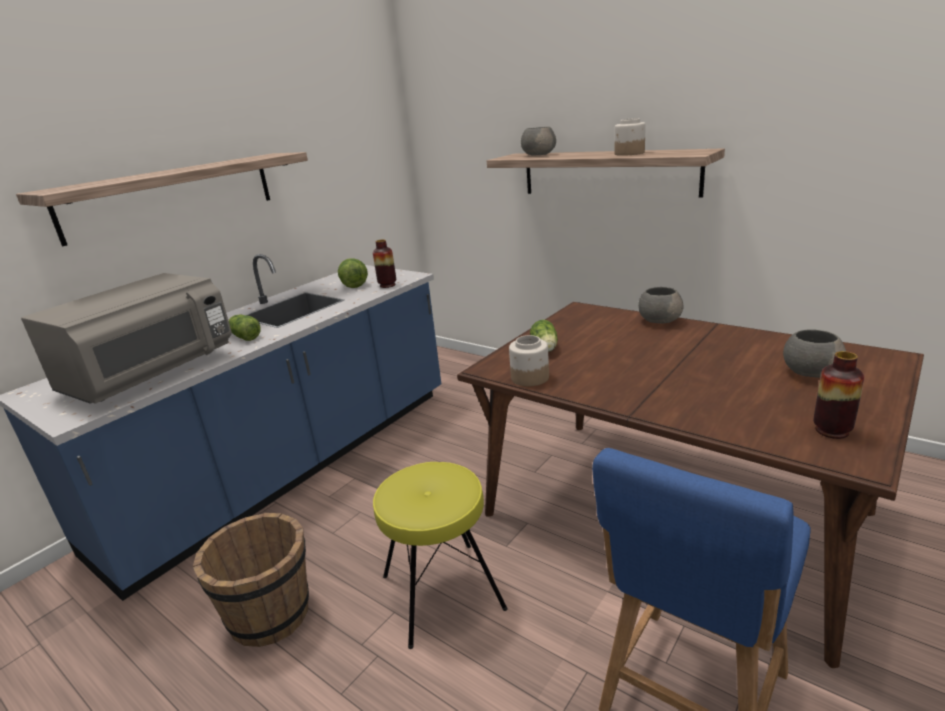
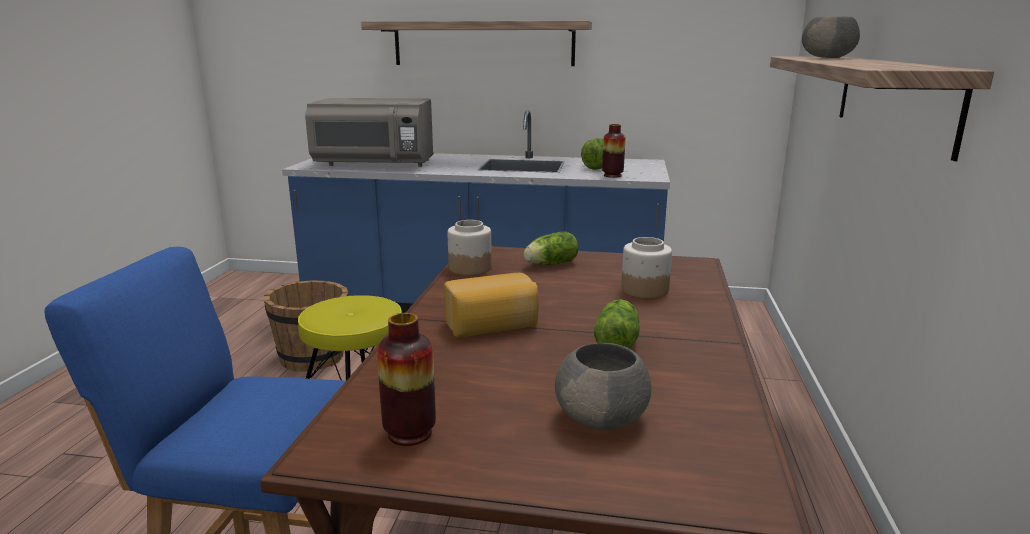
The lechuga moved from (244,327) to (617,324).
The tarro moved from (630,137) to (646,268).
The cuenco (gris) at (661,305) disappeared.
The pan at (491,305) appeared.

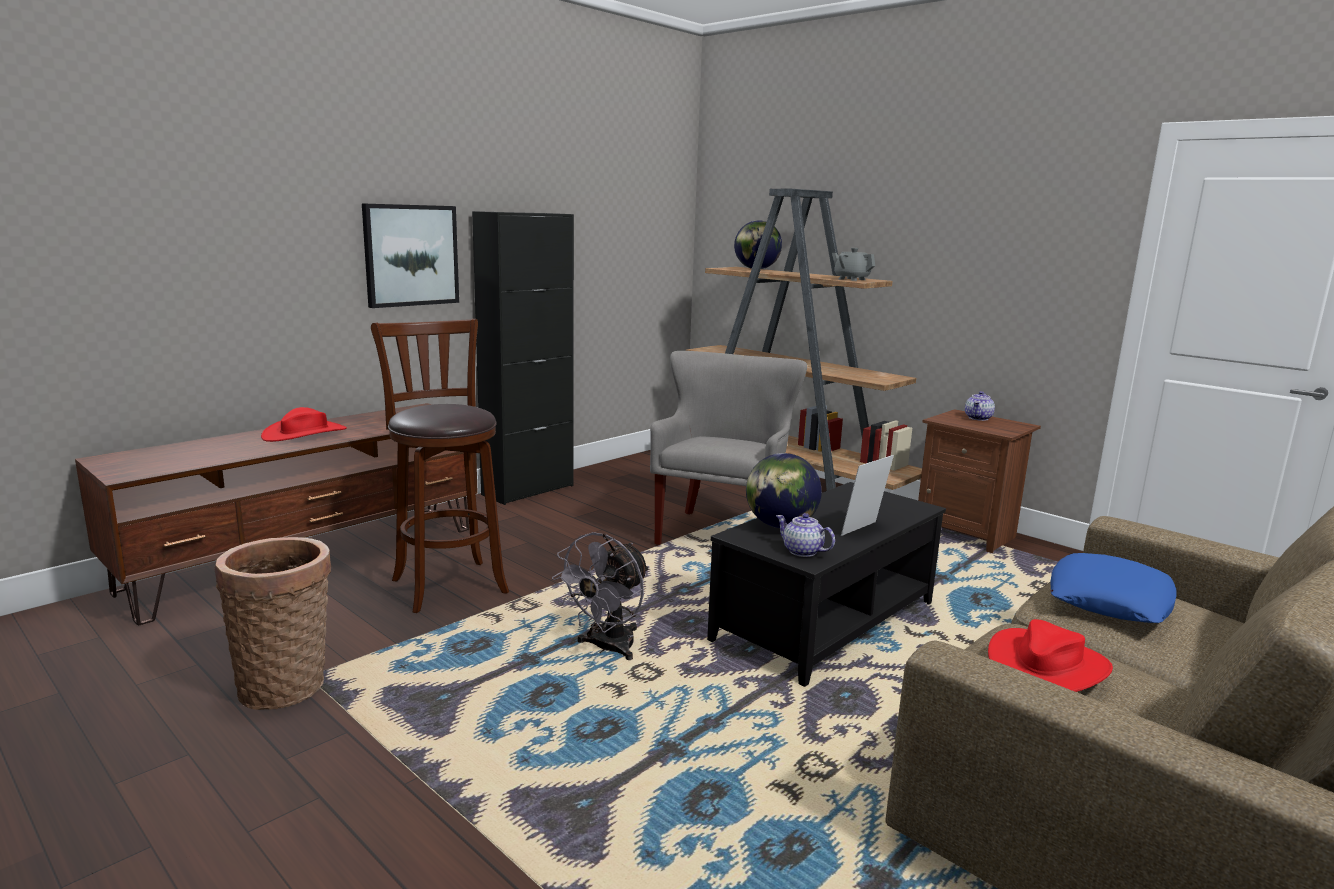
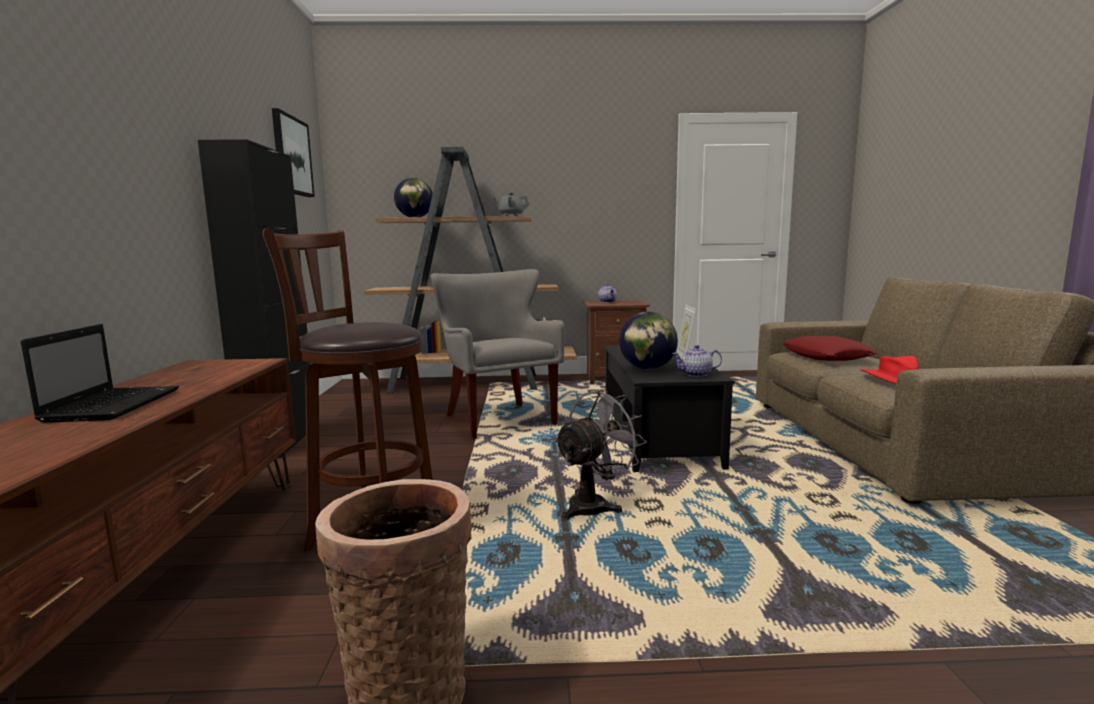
The sombrero (rojo) at (304,424) was replaced by the portátil at (100,373).
The cuadro moved from (410,255) to (293,152).
The ventilador (gris) at (600,596) turned 120 degrees counterclockwise.
The cojín (azul) at (1113,588) became the cojín (rojo) at (829,348).

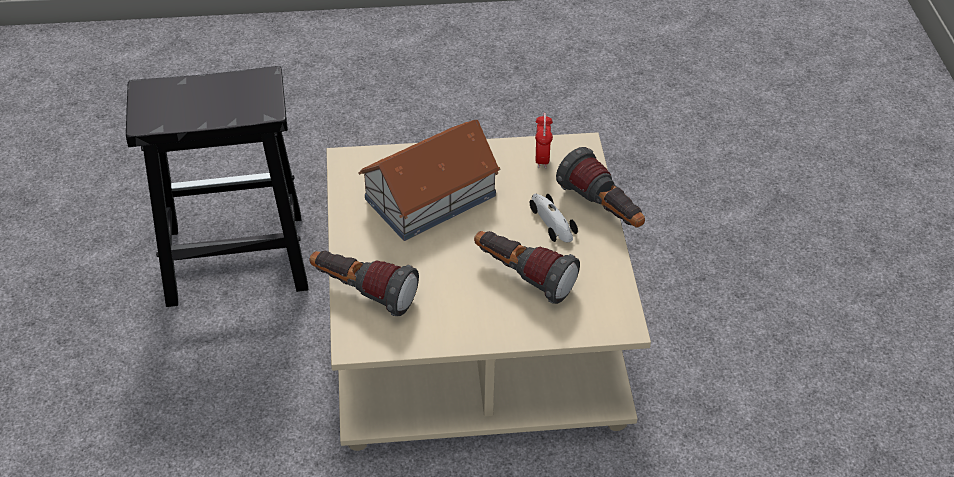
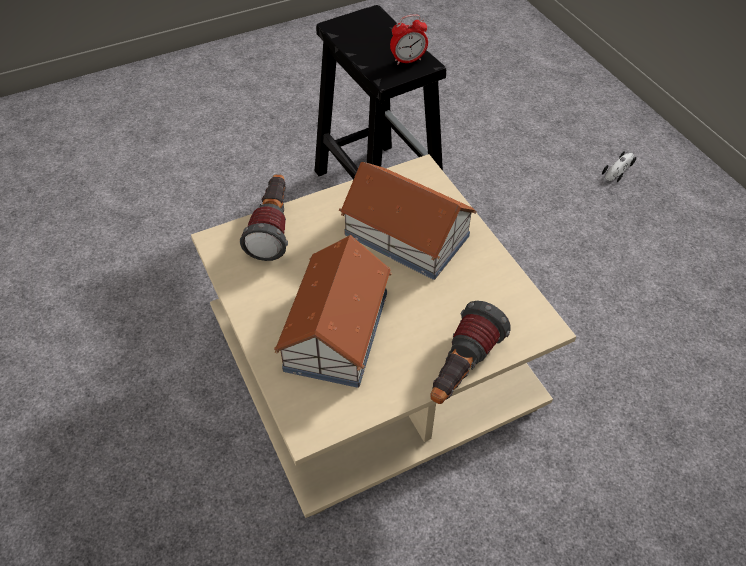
The linterna at (527,267) was replaced by the casita at (333,311).
The coche de juguete moved from (554,218) to (619,166).
The despertador moved from (544,141) to (409,39).

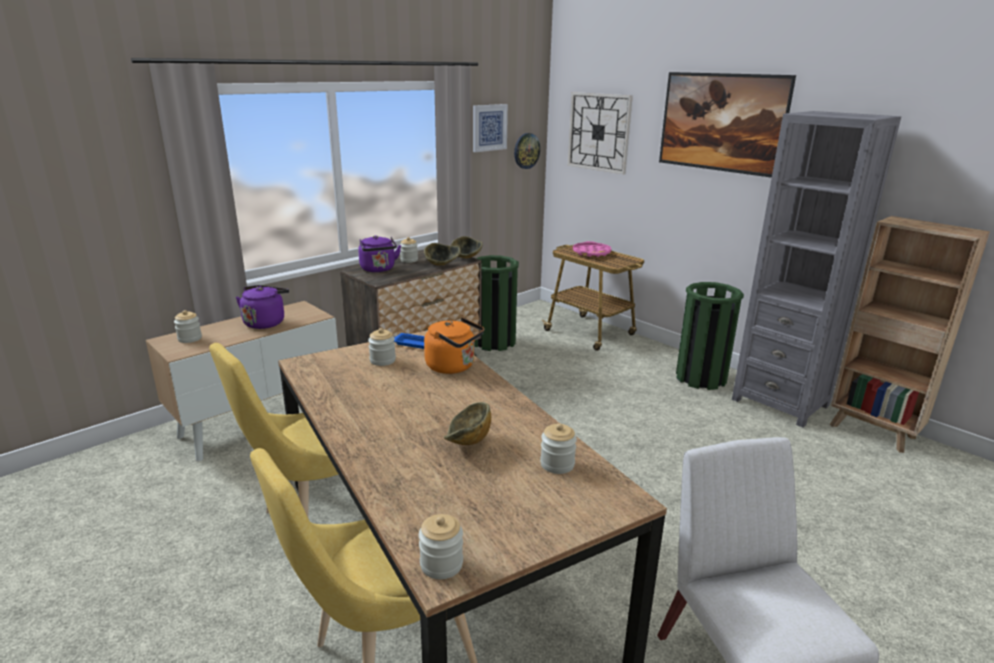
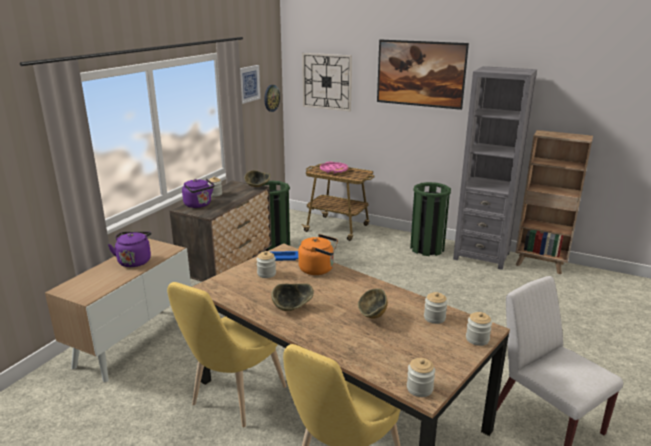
The tarro moved from (188,326) to (479,329).
The cuenco moved from (442,254) to (292,297).

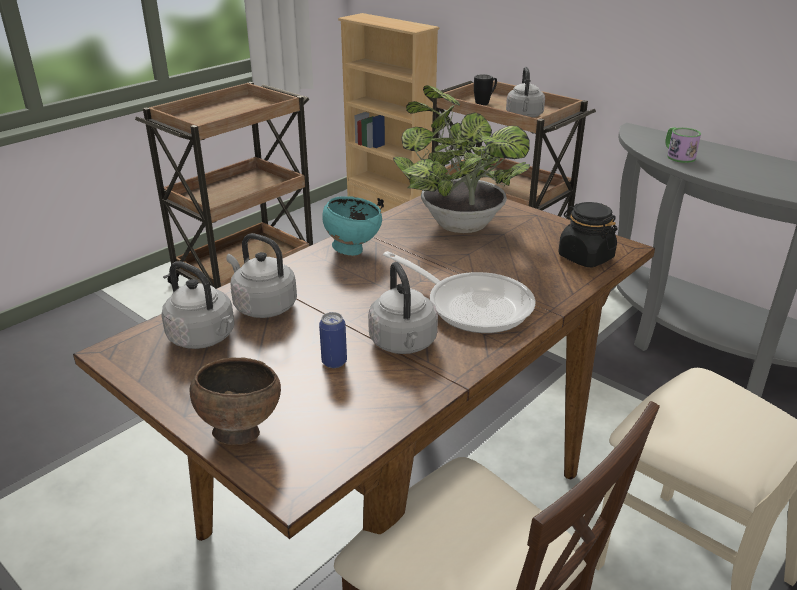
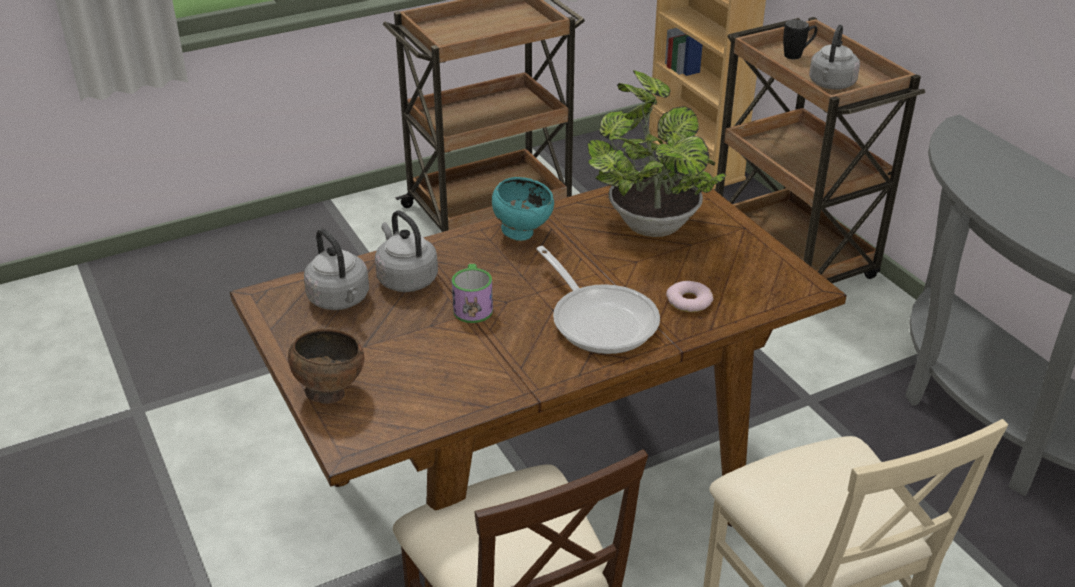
The lata at (333,340) disappeared.
The hervidor (gris) at (403,308) disappeared.
The tarro (negro) at (588,234) disappeared.
The taza grande moved from (683,145) to (472,293).
The rosquilla at (689,296) appeared.

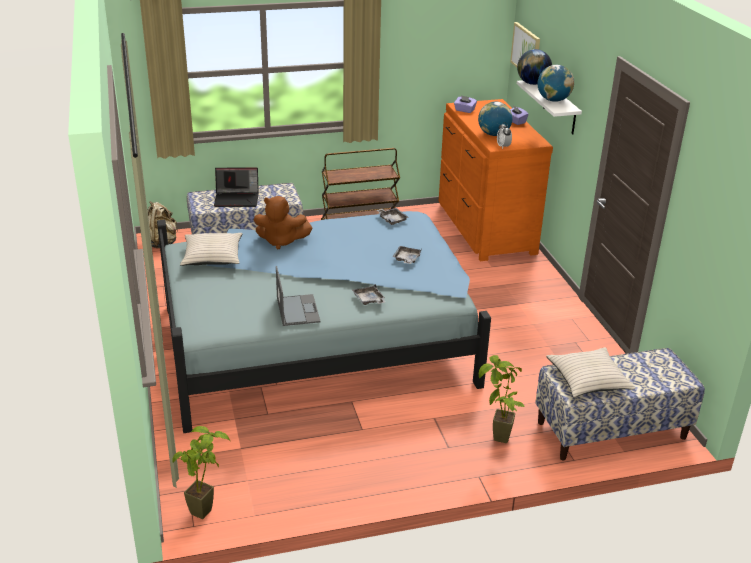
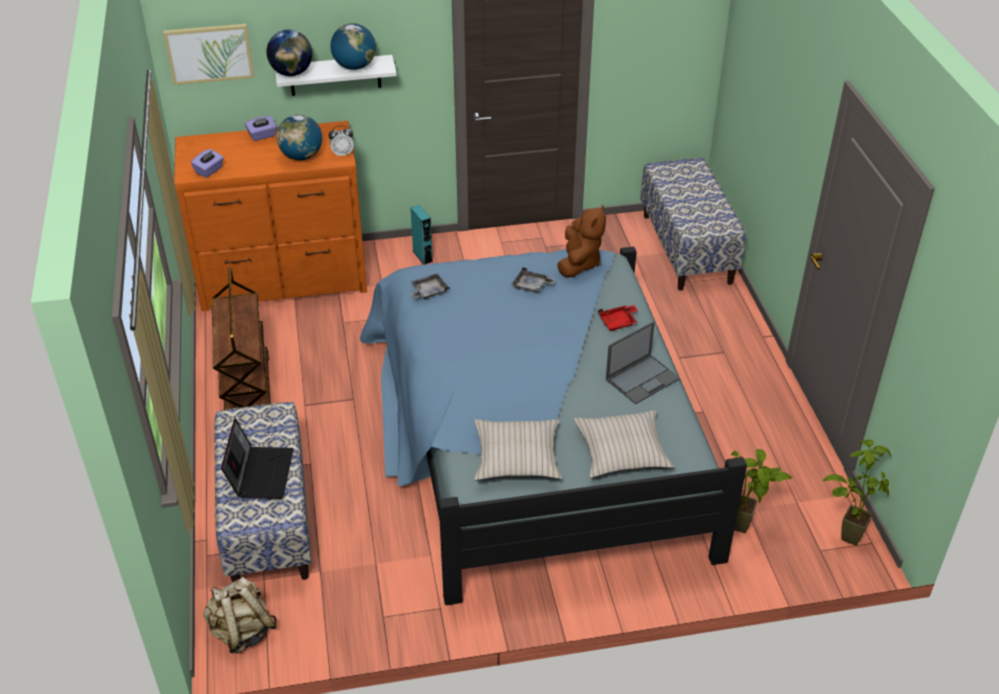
The peluche (marrón) moved from (283,222) to (581,241).
The portátil at (298,296) turned 150 degrees clockwise.
The bandeja (gris) at (368,294) became the bandeja (rojo) at (618,318).
The planta en maceta moved from (501,399) to (761,491).
The cojín (beis) moved from (590,372) to (624,444).
The altavoz (turquesa) at (422,235) appeared.

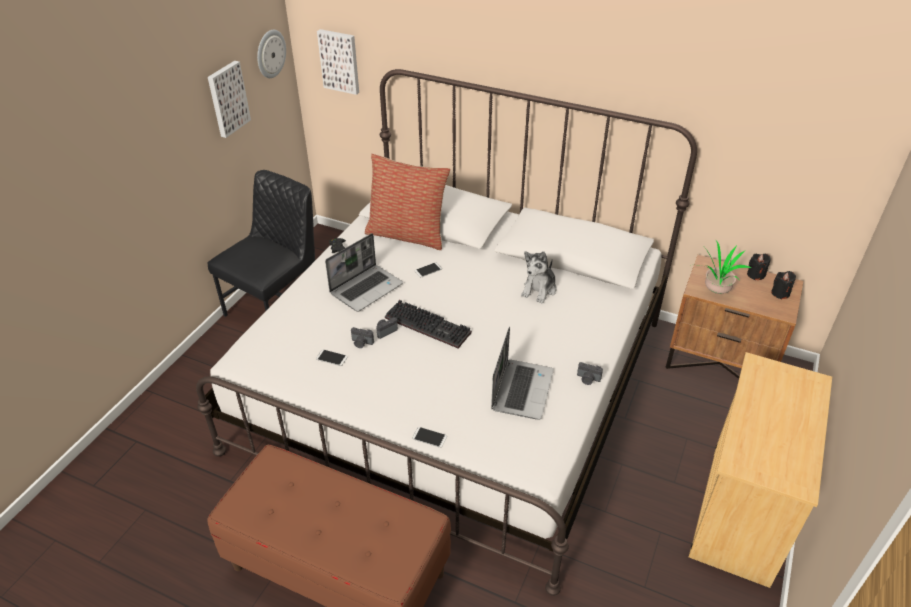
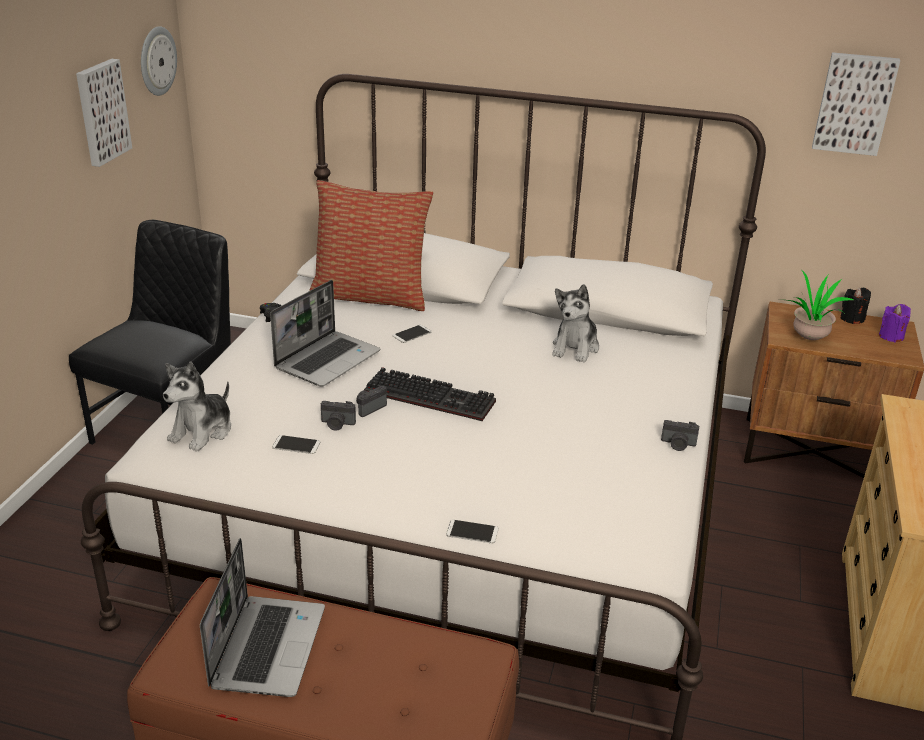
The cuadro moved from (338,62) to (856,104).
The portátil moved from (522,373) to (262,617).
The vela (negro) at (783,285) became the vela (morado) at (895,323).
The peluche at (197,406) appeared.

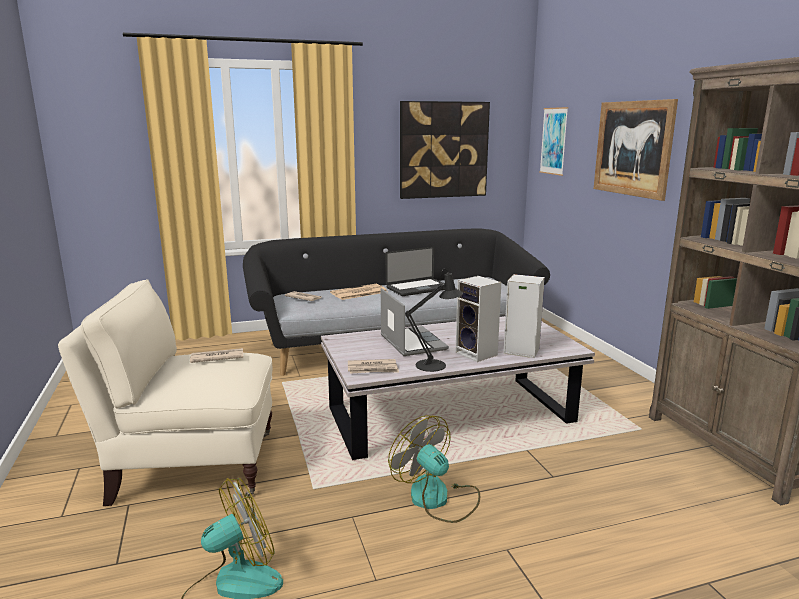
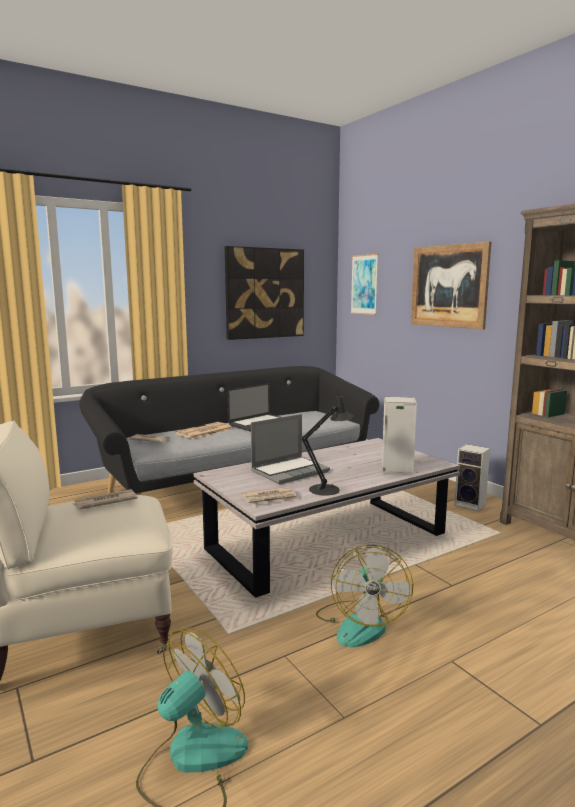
The portátil at (415,322) turned 90 degrees clockwise.
The ventilador at (434,469) turned 120 degrees counterclockwise.
The altavoz moved from (478,319) to (472,477).

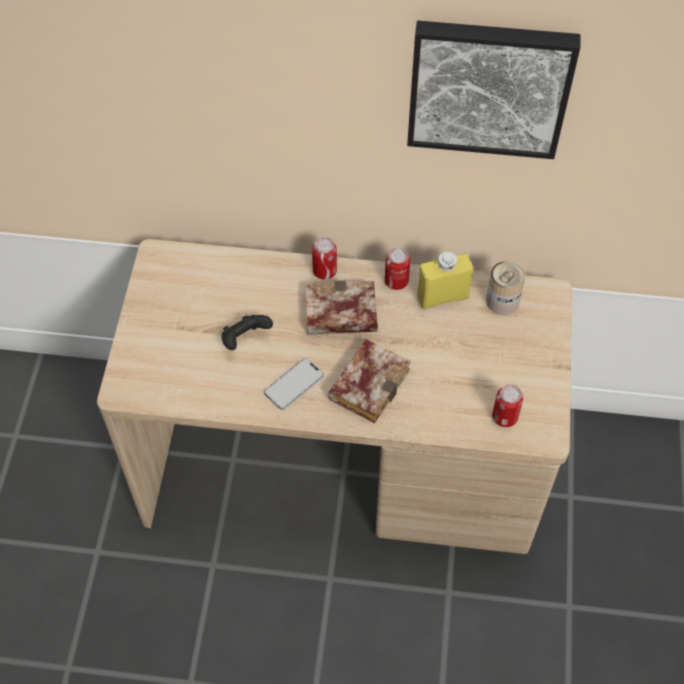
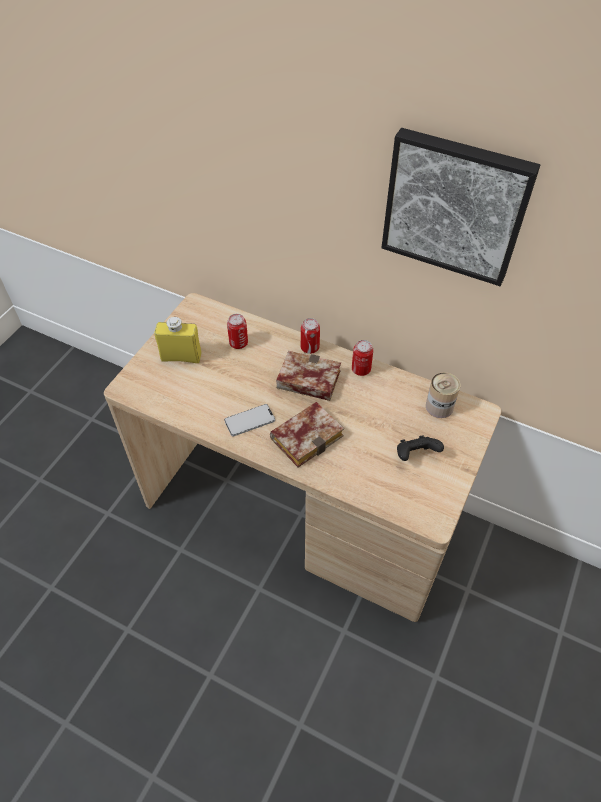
The mando de consola (negro) moved from (247,332) to (420,448).
The botella (amarillo) moved from (445,280) to (177,340).
The lata moved from (507,405) to (237,331).

